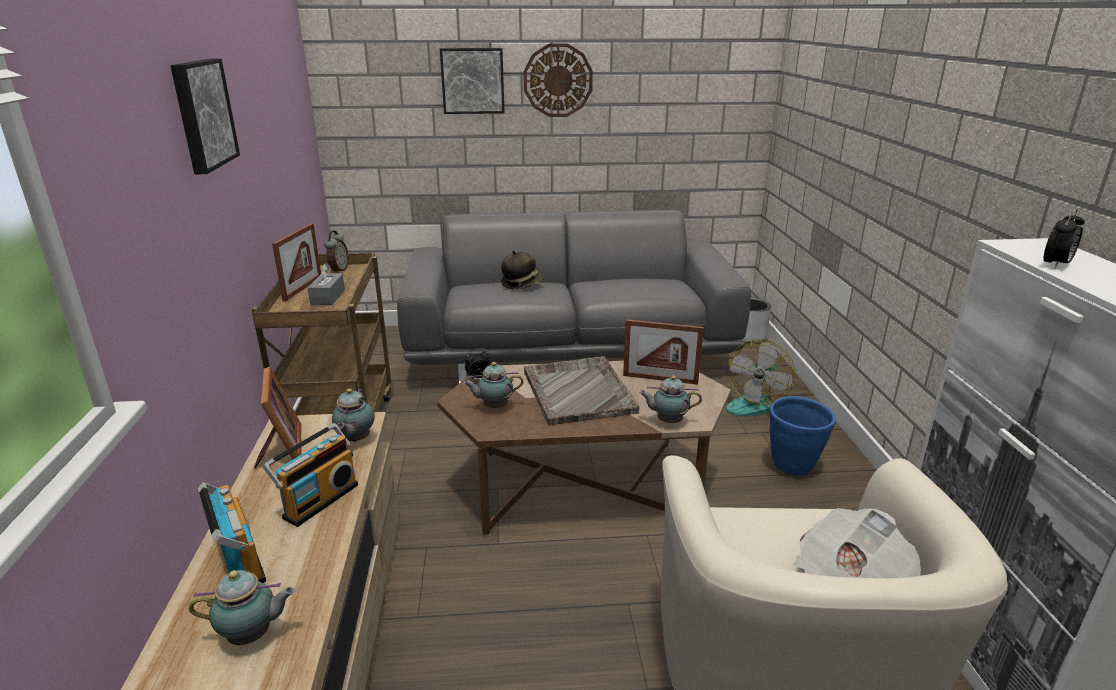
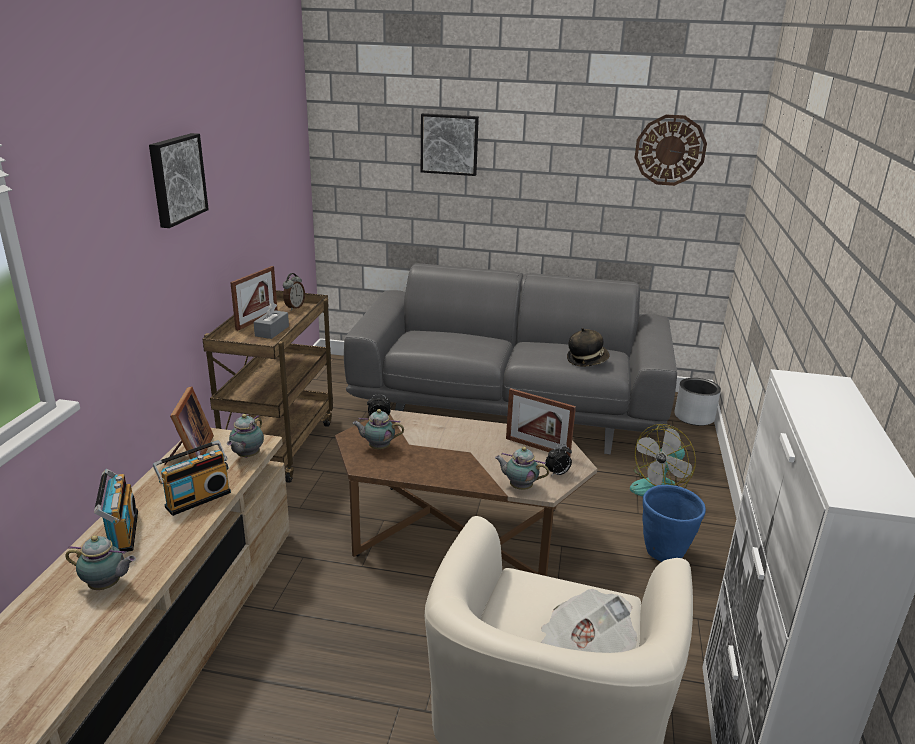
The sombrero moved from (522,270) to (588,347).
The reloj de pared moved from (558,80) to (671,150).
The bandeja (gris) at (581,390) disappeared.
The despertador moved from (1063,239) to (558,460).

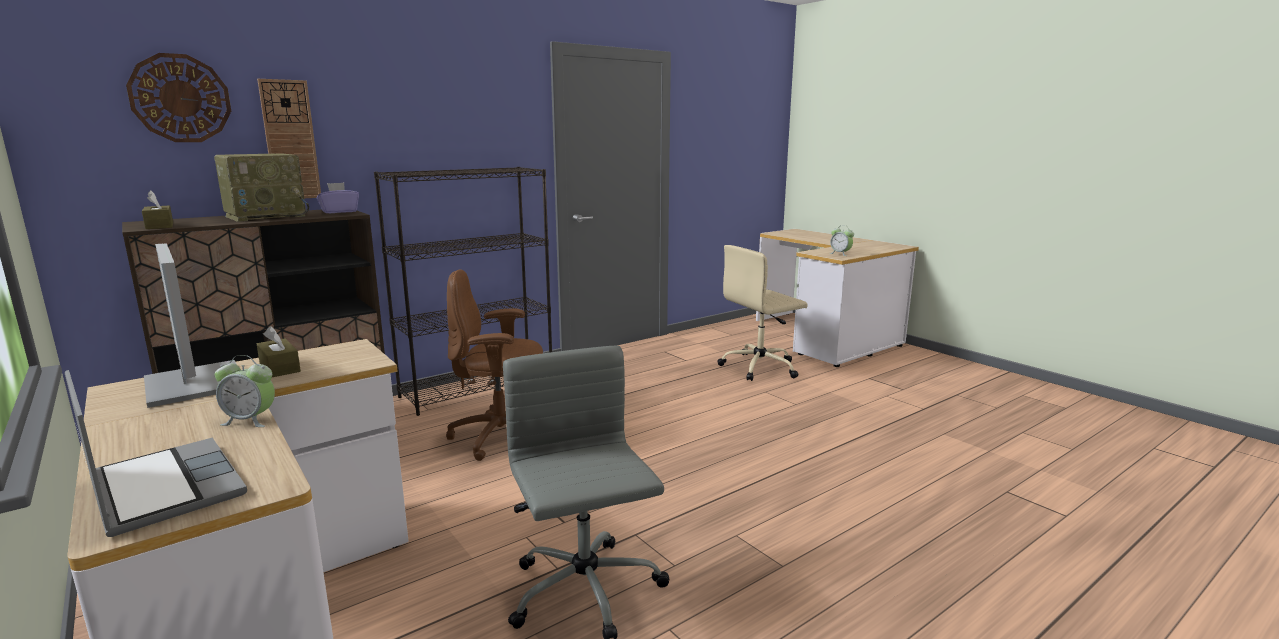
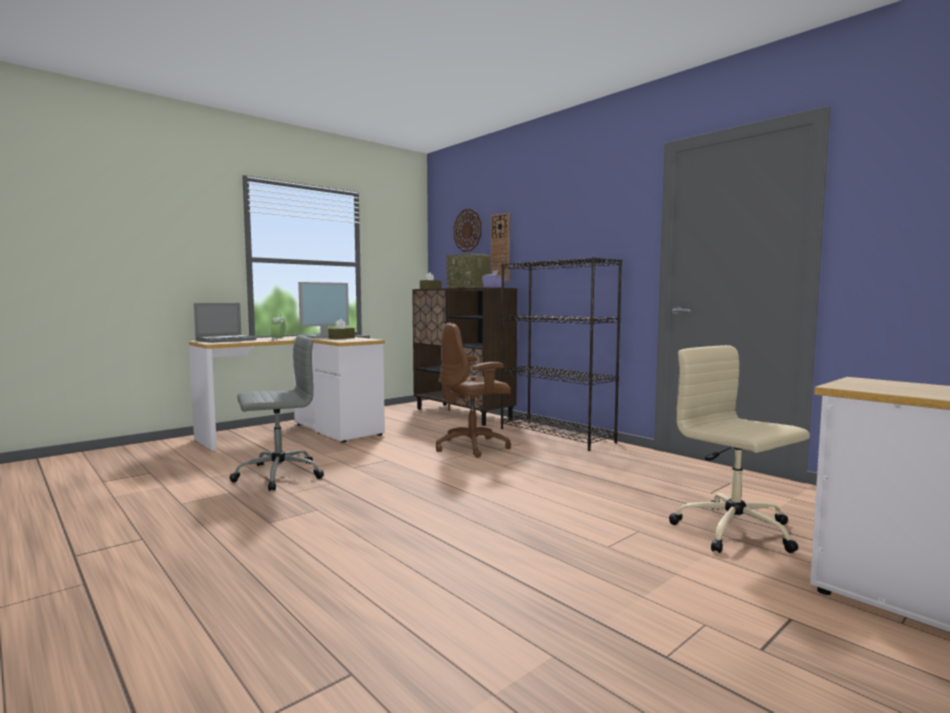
The silla de oficina (marrón) at (494,365) turned 105 degrees counterclockwise.
The despertador at (841,240) disappeared.

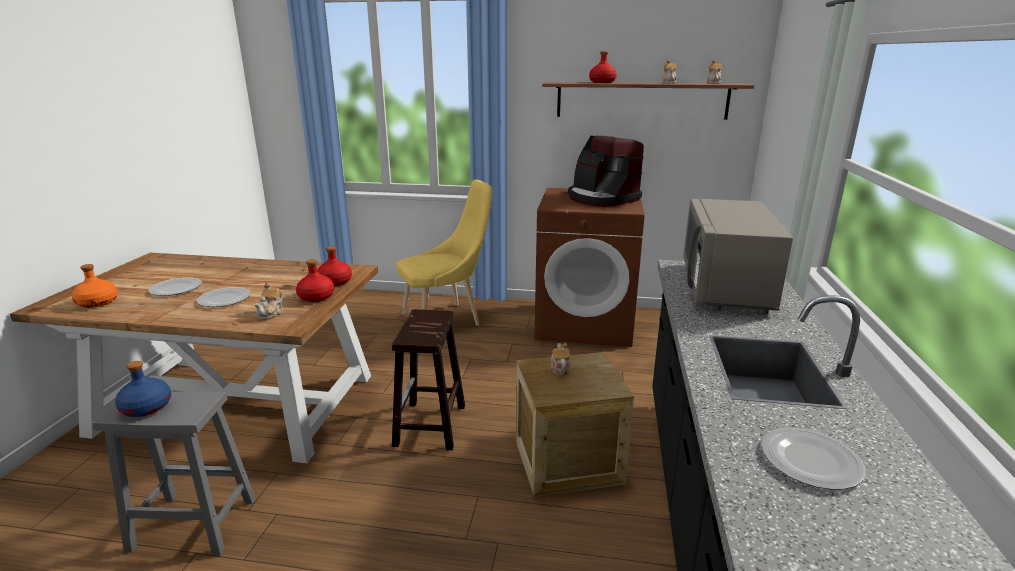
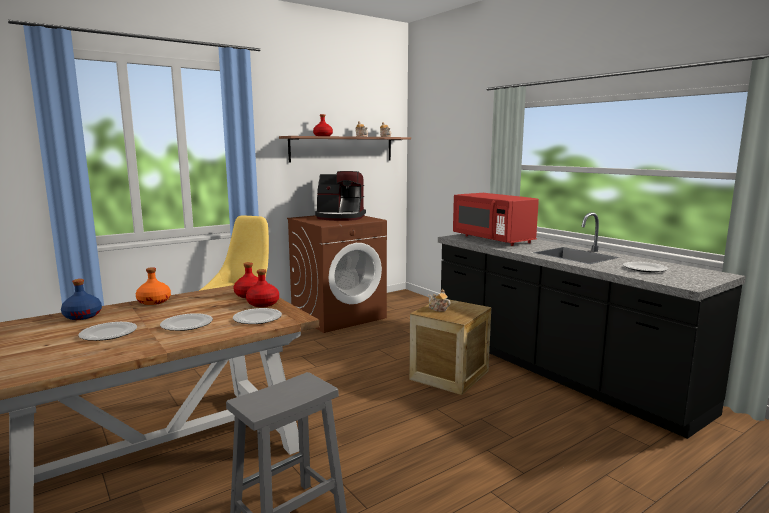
The botella (naranja) moved from (95,286) to (153,286).
The botella (azul) moved from (143,389) to (81,299).
The tetera at (268,301) was replaced by the plato at (257,316).
The taburete (marrón) at (428,379) disappeared.
The microondas (gris) at (738,256) became the microondas (rojo) at (496,219).

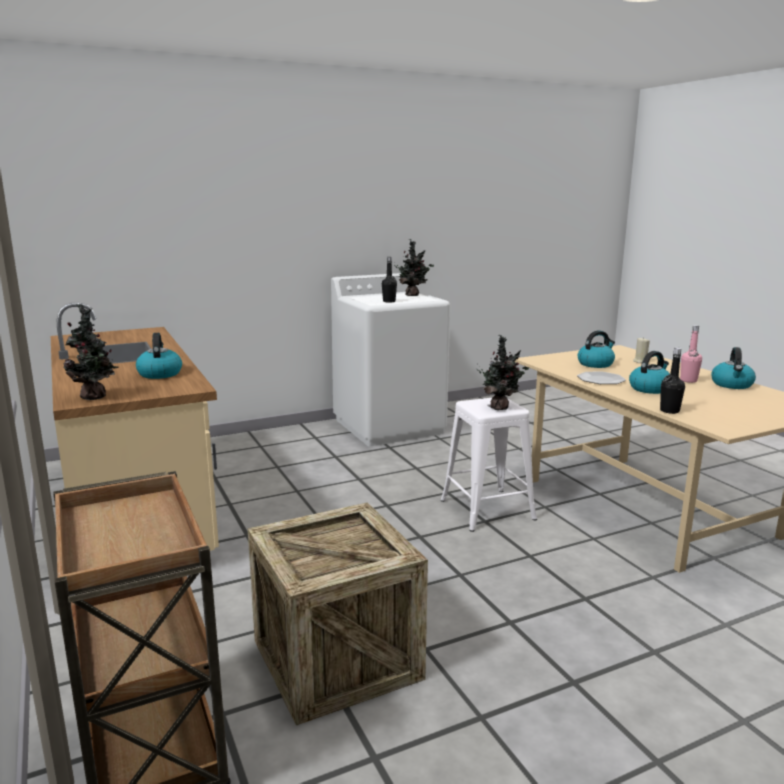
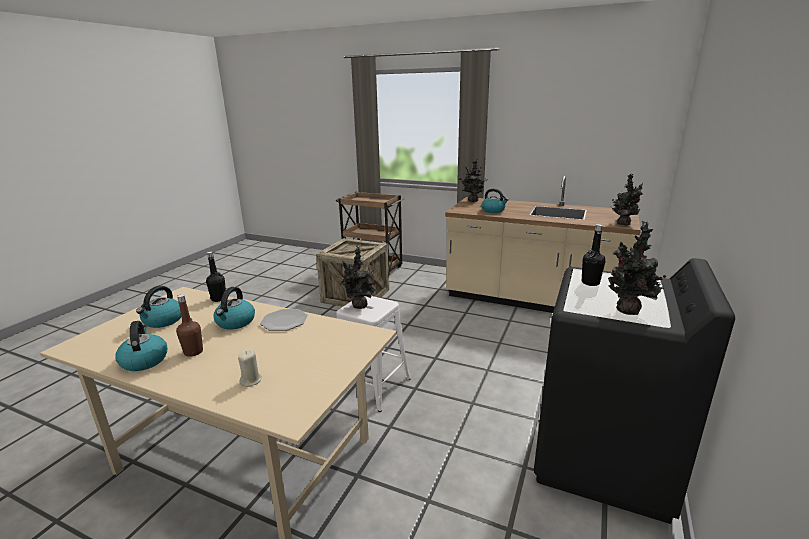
The lavadora (blanco) at (390,360) became the lavadora (negro) at (634,391).
The hervidor moved from (596,349) to (158,307).
The botella (rosa) at (691,354) became the botella (marrón) at (189,325).
The planta en maceta at (627,200) appeared.

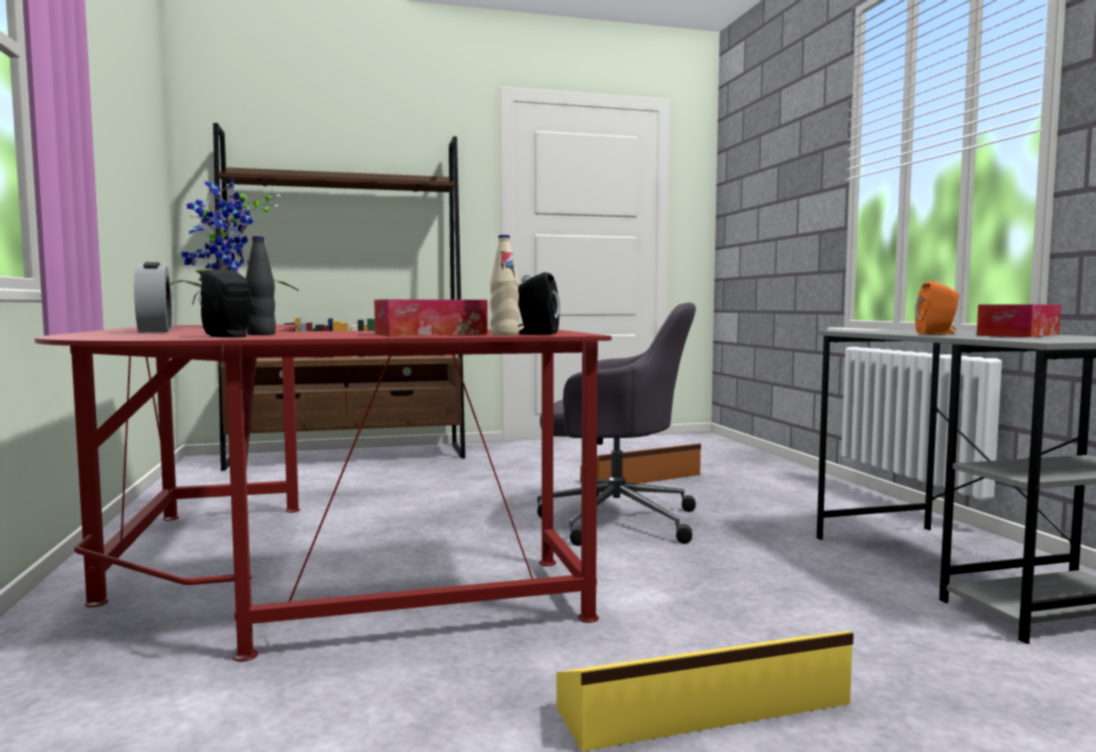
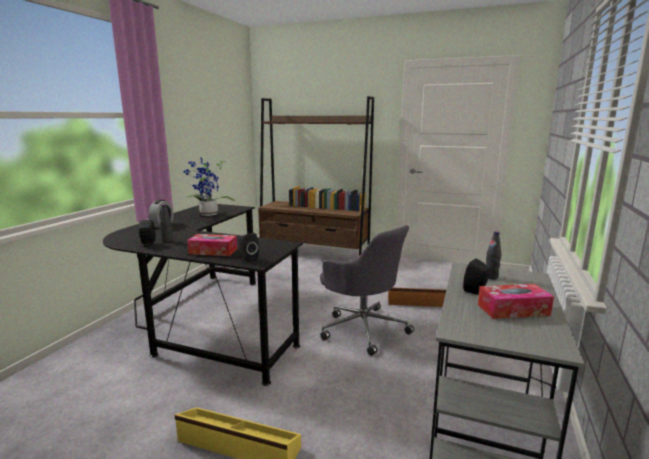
The escritorio (rojo) at (323,493) became the escritorio (negro) at (203,295).
The botella (beis) at (504,285) disappeared.
The altavoz (naranja) at (937,307) became the altavoz (negro) at (477,276).
The botella (negro) at (493,255) appeared.

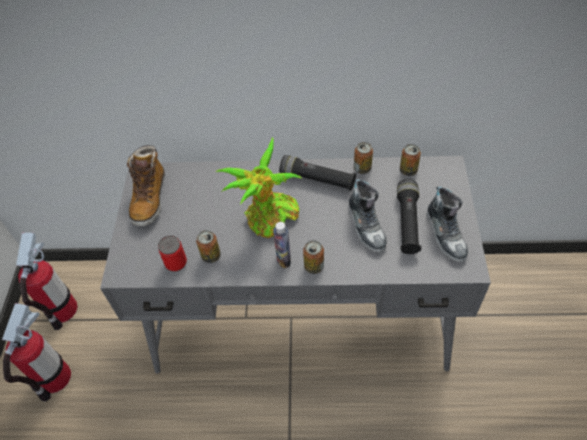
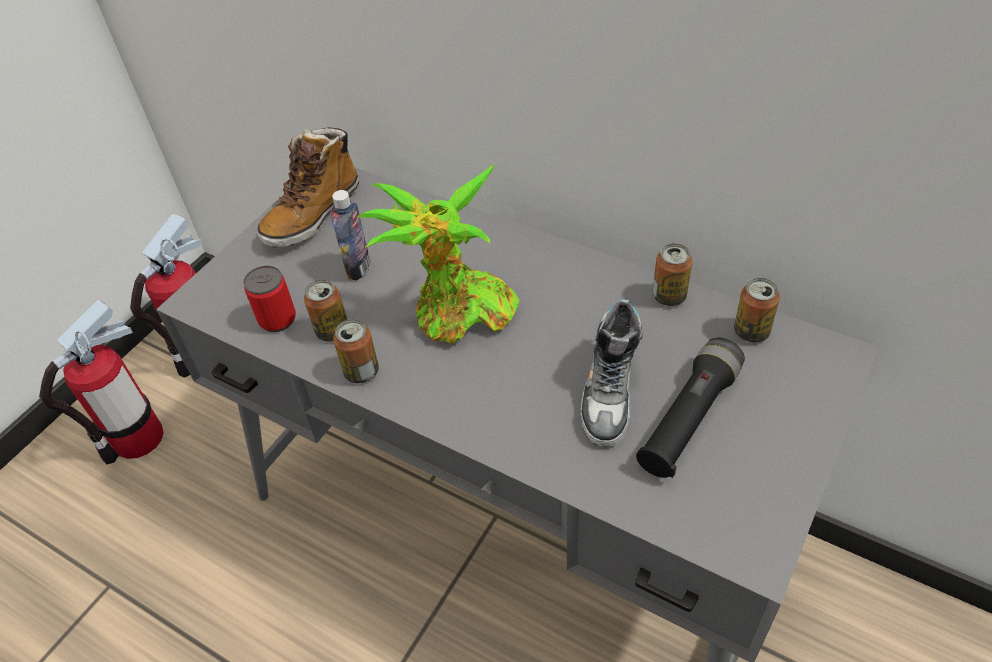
The botella moved from (282,245) to (351,235).
The linterna (negro) at (317,173) disappeared.
The lata moved from (313,257) to (356,351).
The zapato at (447,224) disappeared.

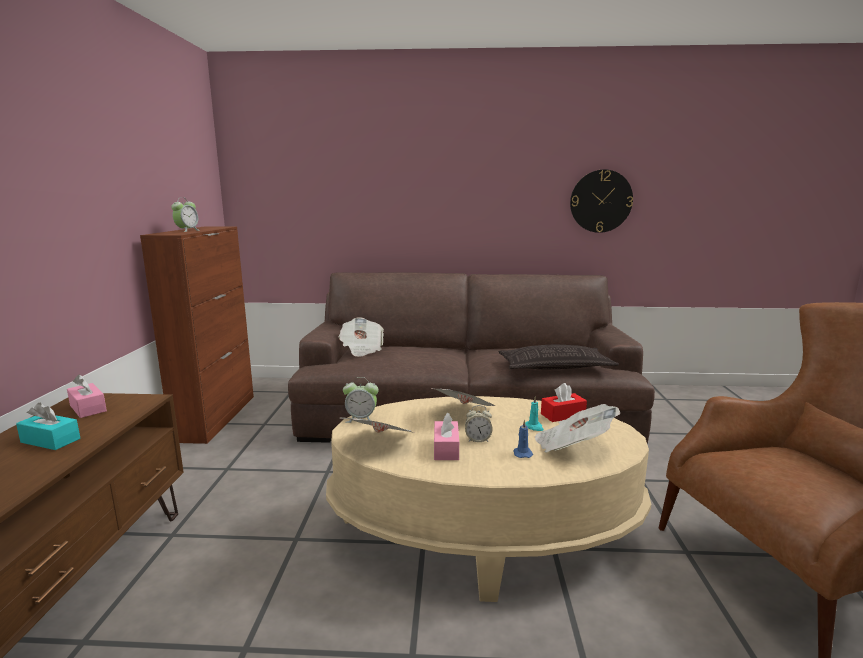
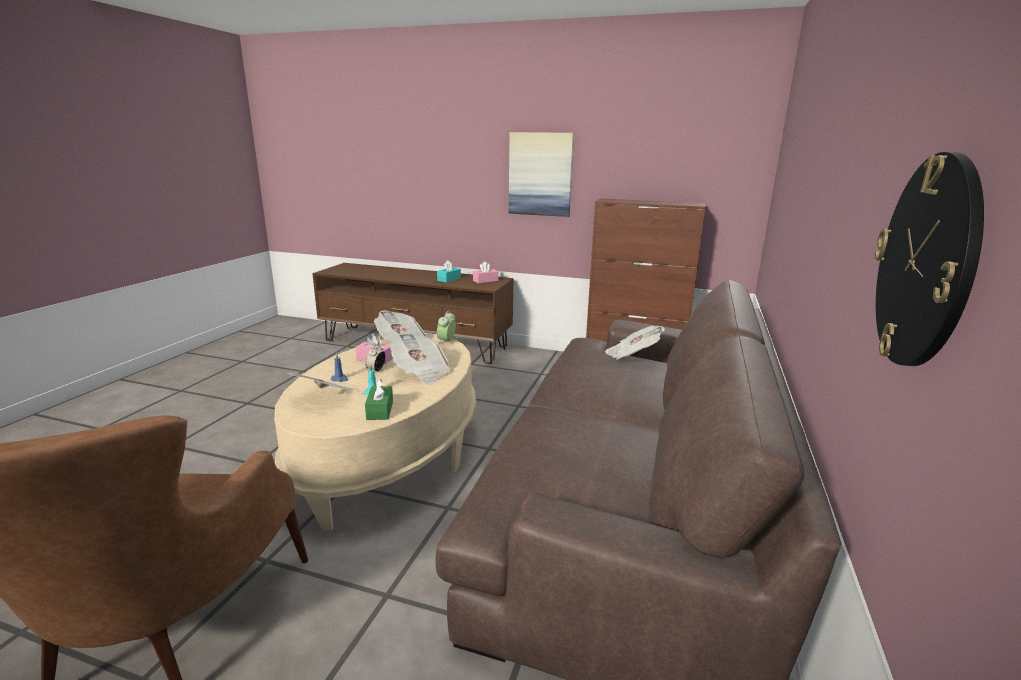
The despertador at (185,214) disappeared.
The cojín at (559,357) disappeared.
The caja de pañuelos (rojo) at (564,402) became the caja de pañuelos (verde) at (379,399).
The cuadro at (541,174) appeared.

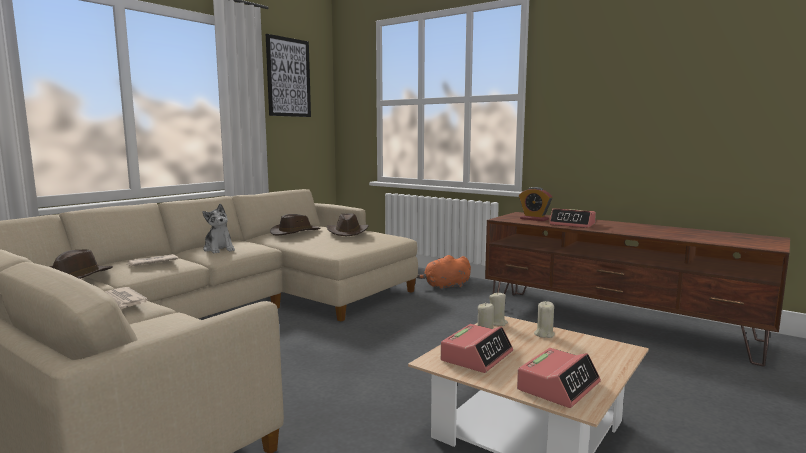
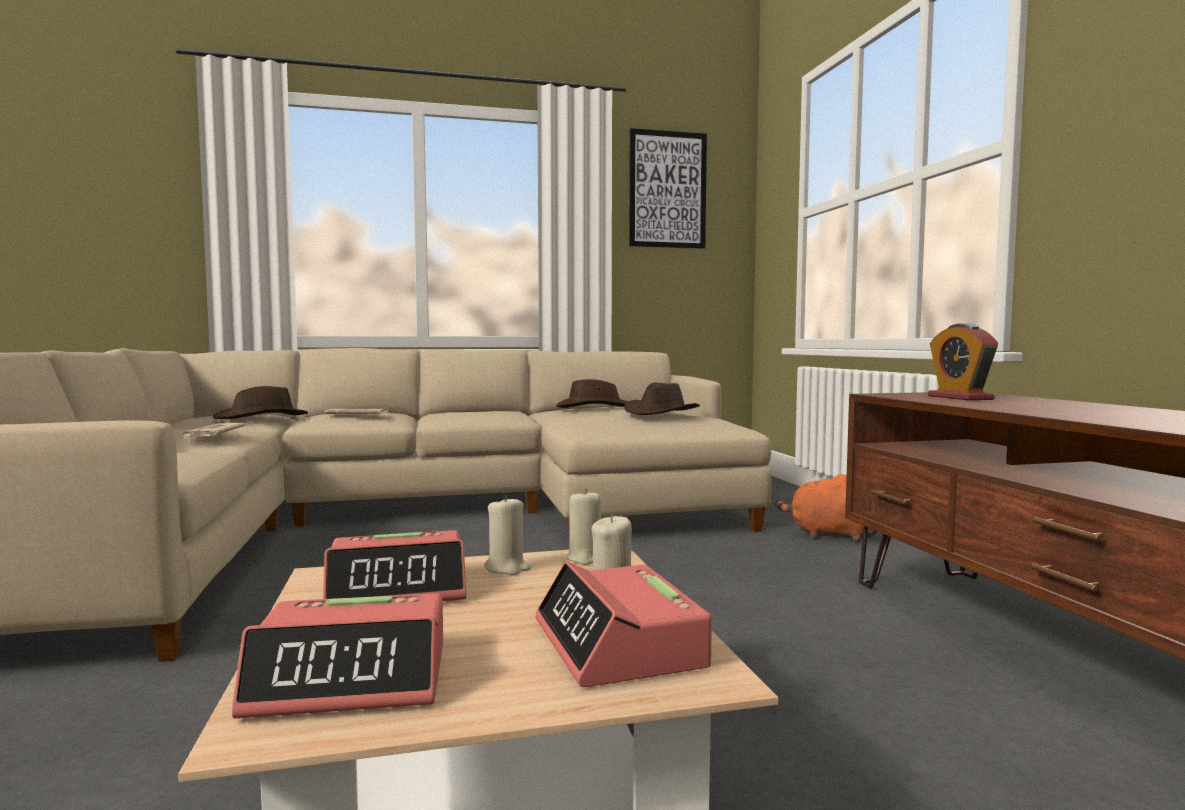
The peluche at (219,228) disappeared.
The despertador moved from (572,218) to (623,624).

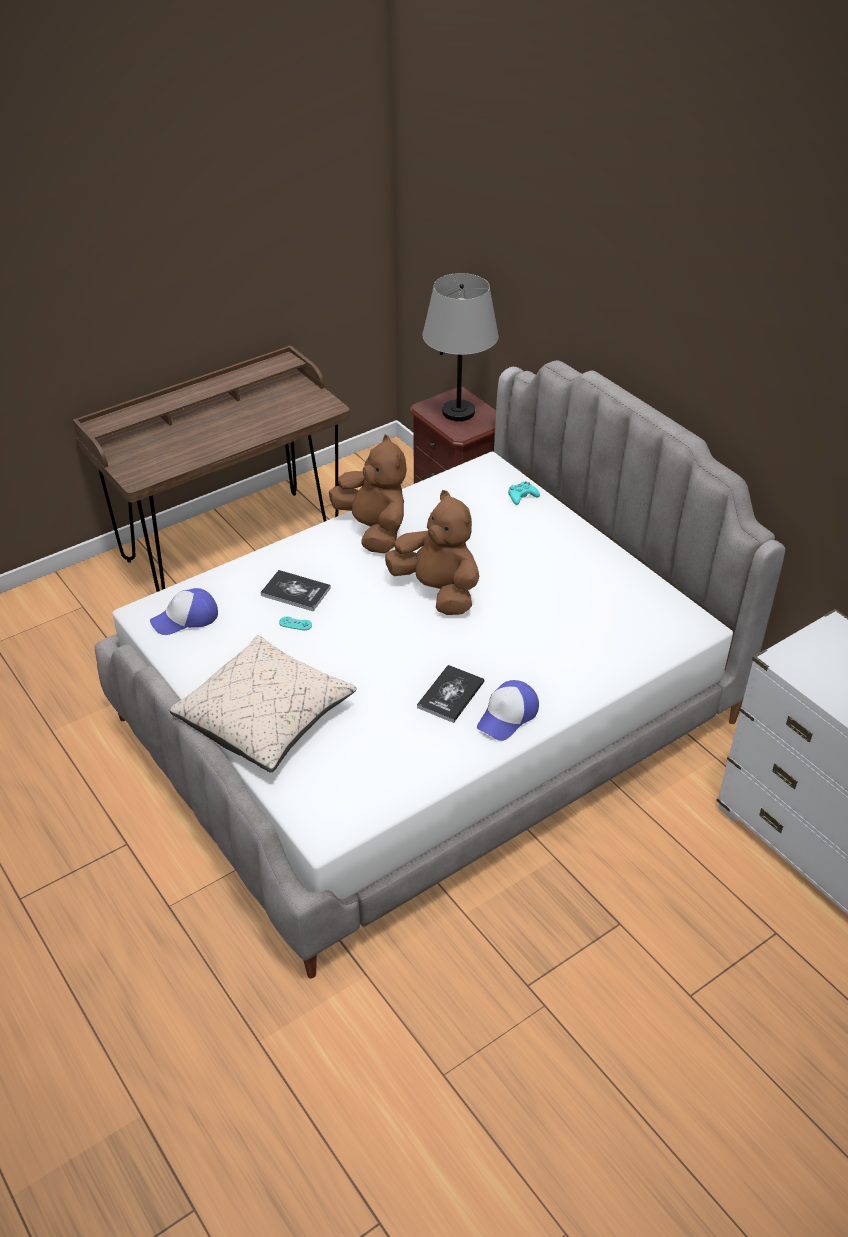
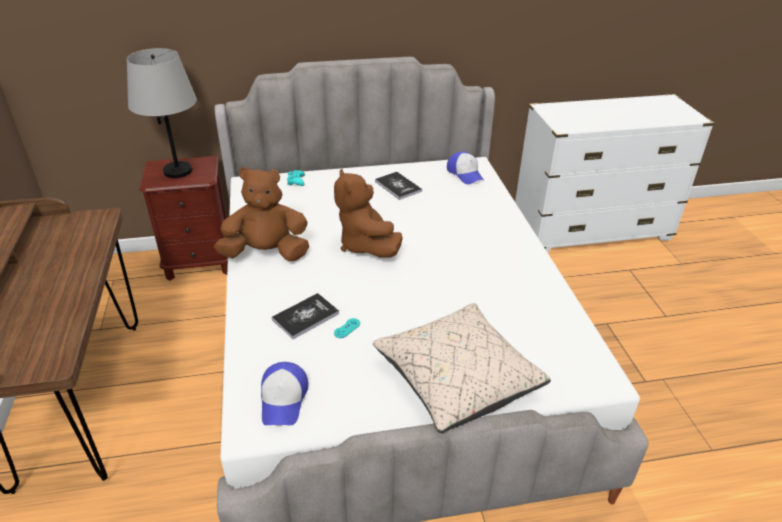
The peluche (marrón) at (432,552) turned 90 degrees counterclockwise.
The libro moved from (451,694) to (398,186).
The gorra moved from (508,710) to (465,168).

